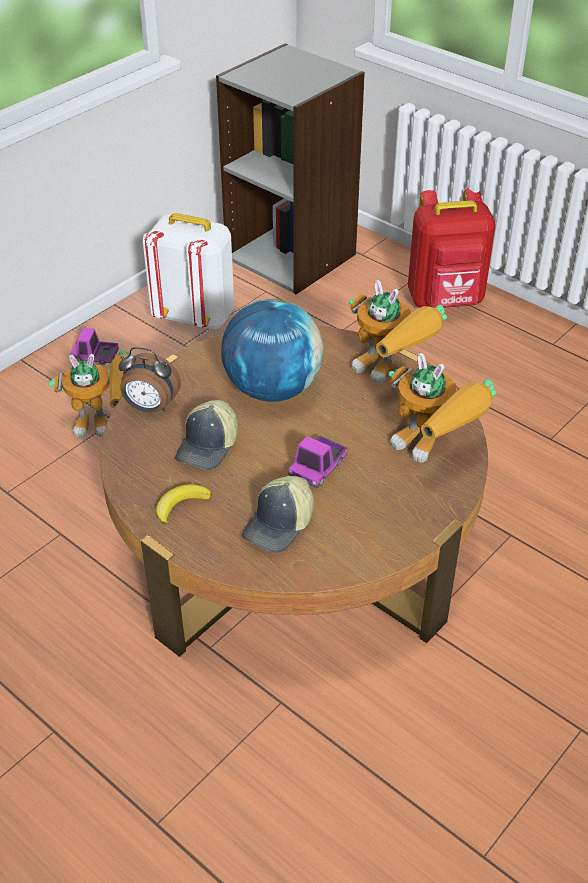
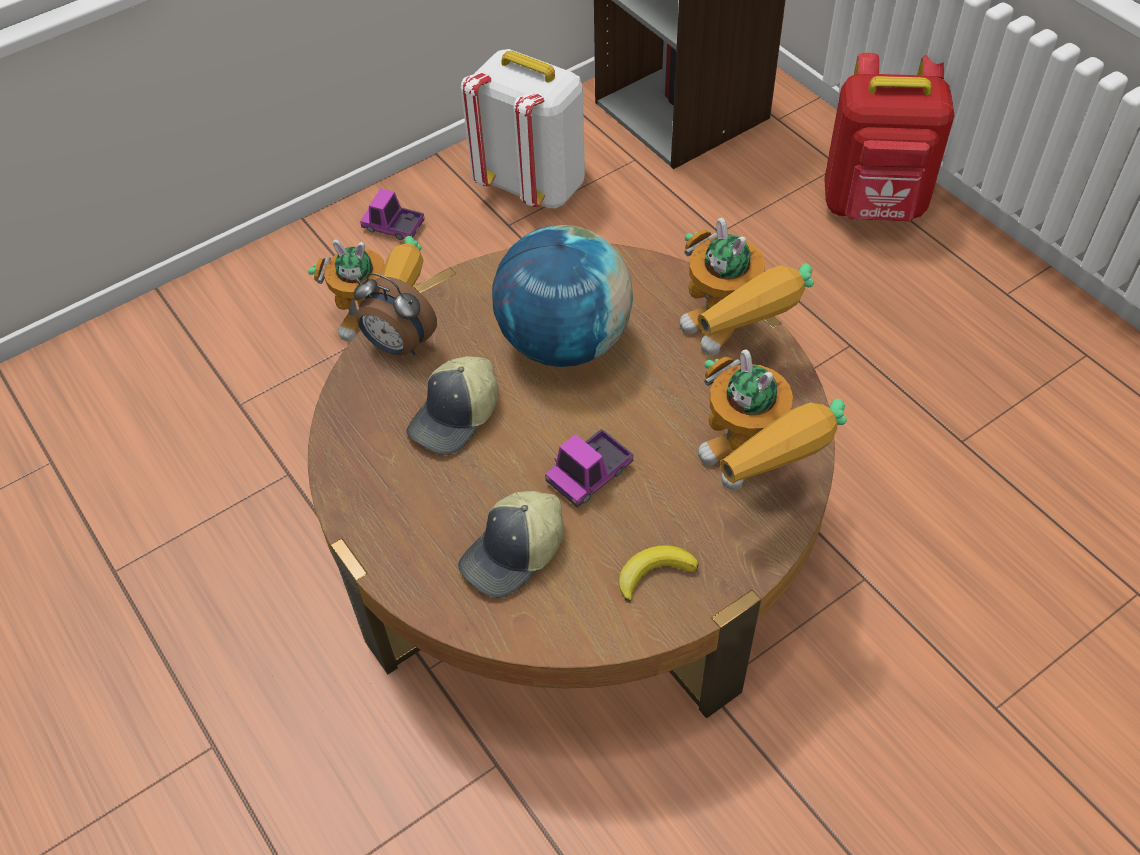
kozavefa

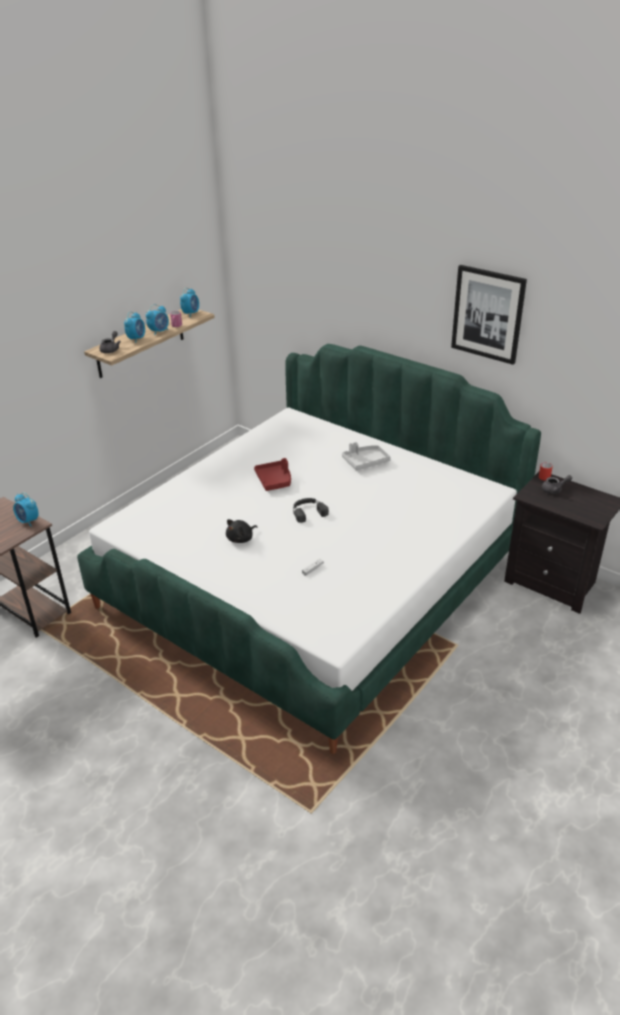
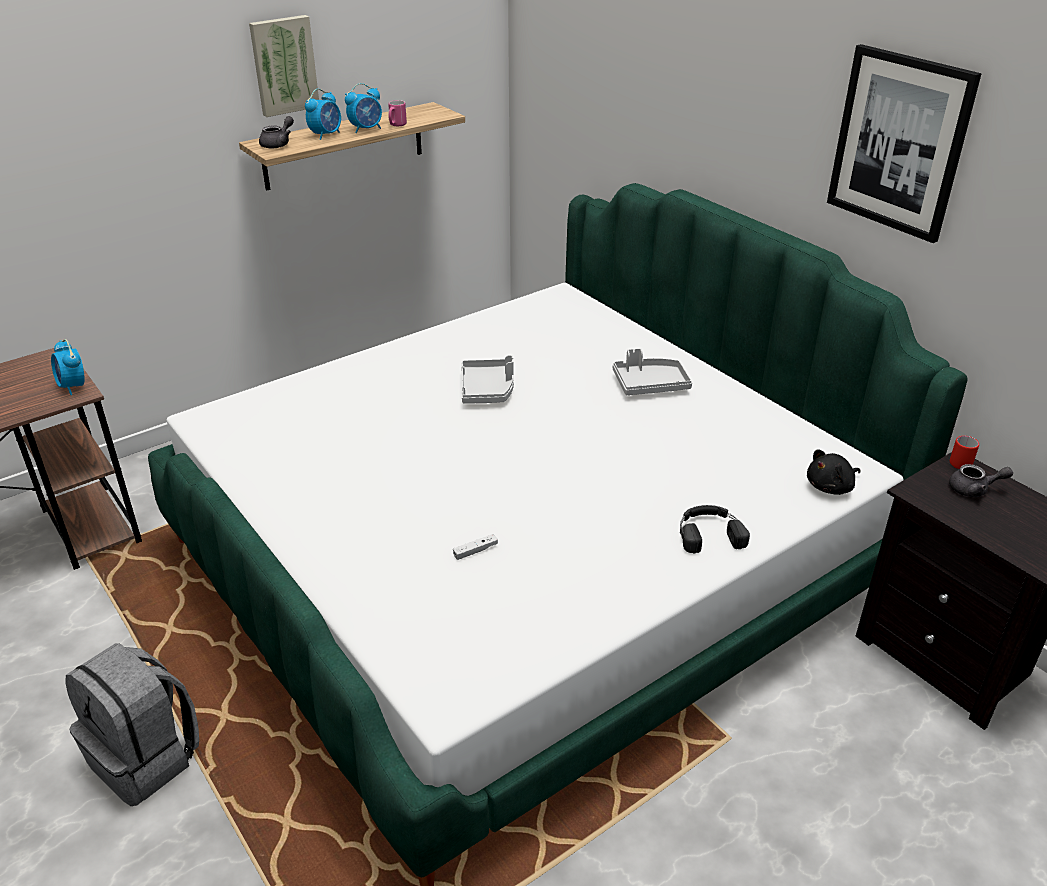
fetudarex (4th from left in the first image); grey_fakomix (1st from left); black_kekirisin; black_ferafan; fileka (1st from left); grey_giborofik

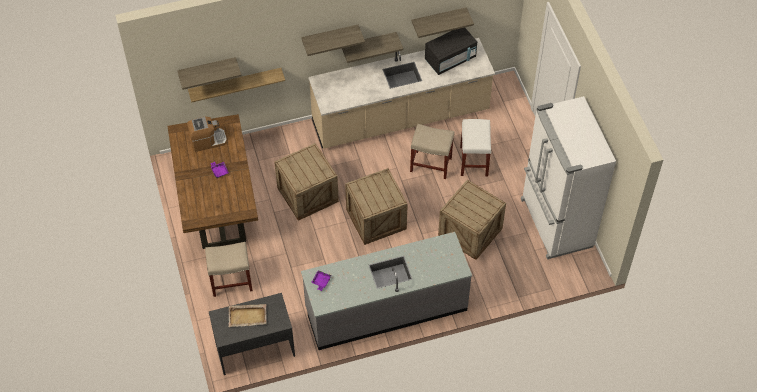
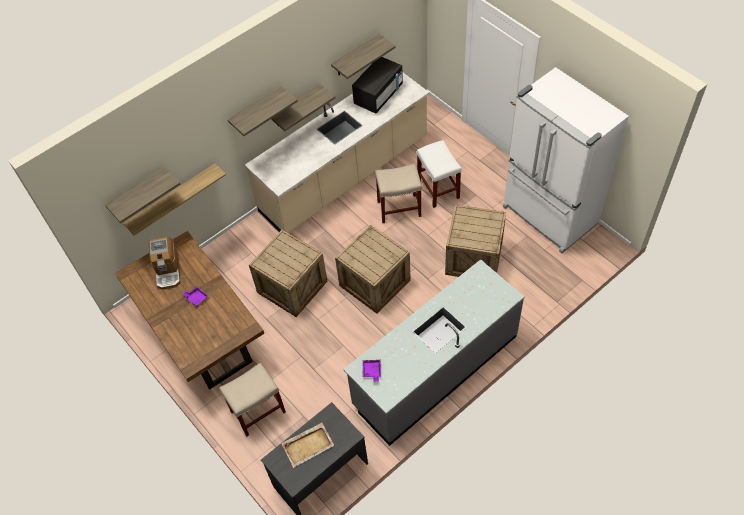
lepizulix

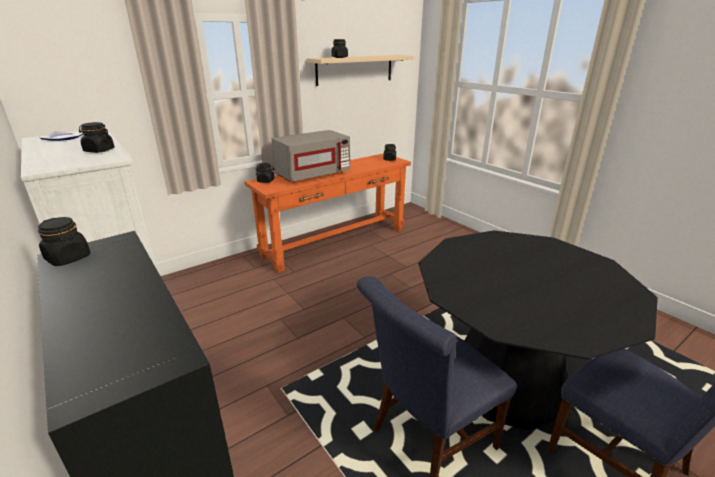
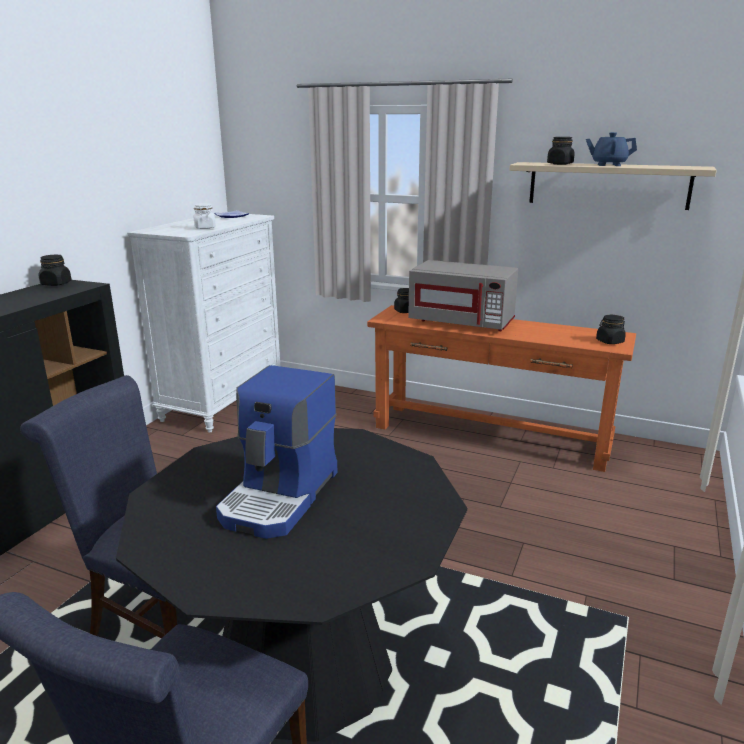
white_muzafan; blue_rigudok; lepizulix

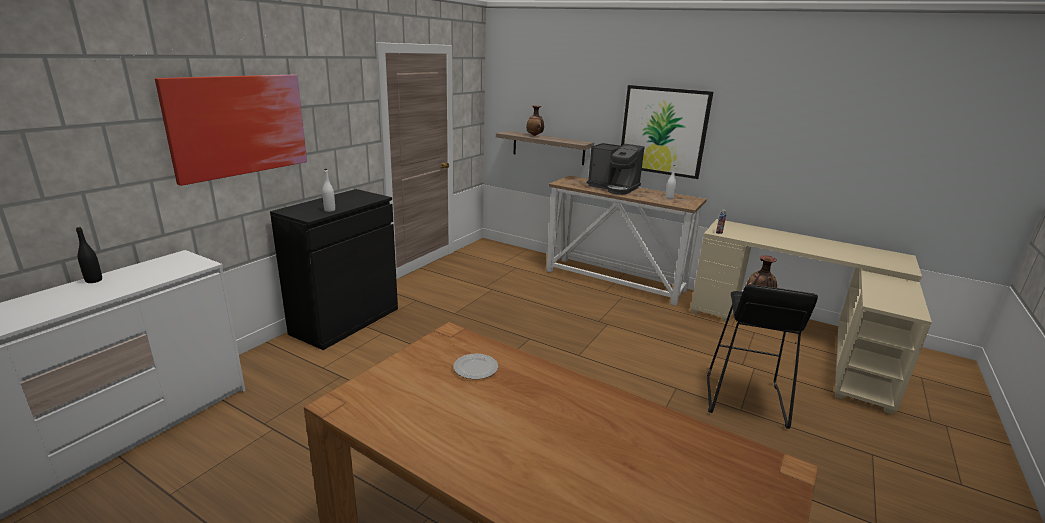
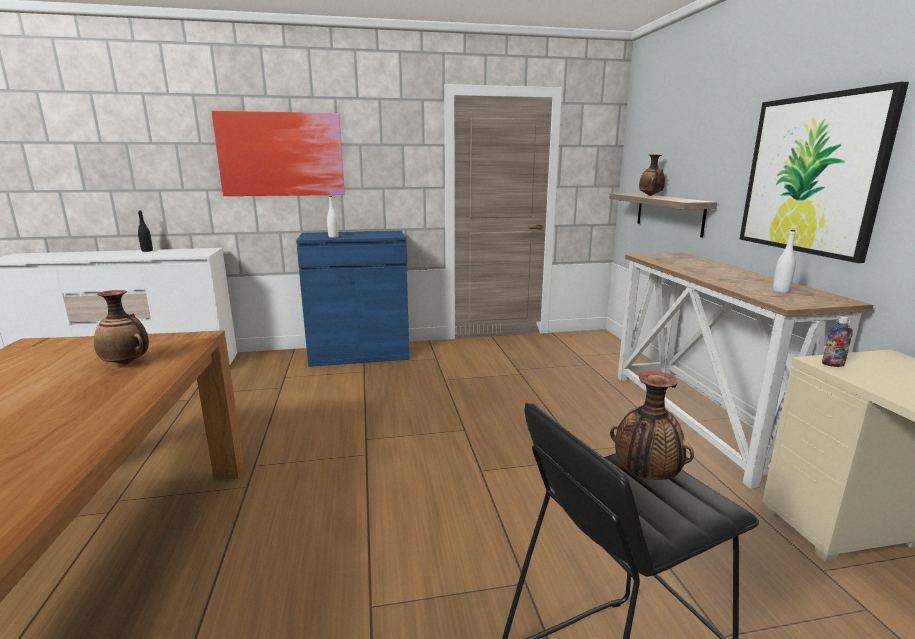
lepizulix; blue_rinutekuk; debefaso (1st from left)

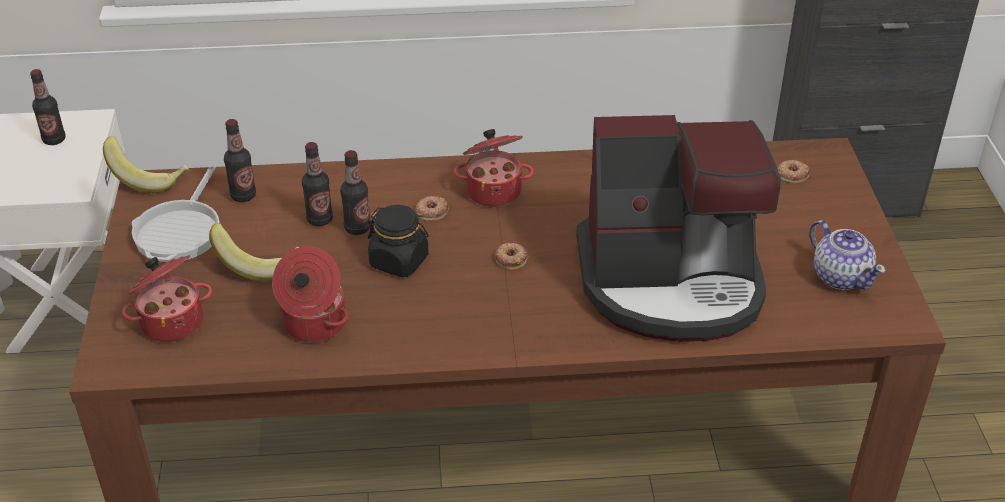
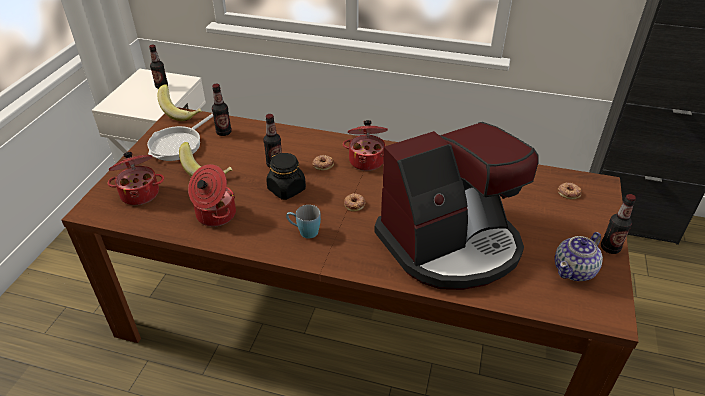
lepizulix; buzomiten (4th from left); rigudok; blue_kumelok

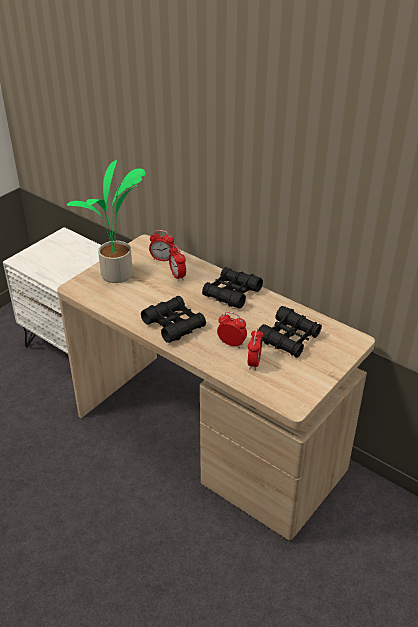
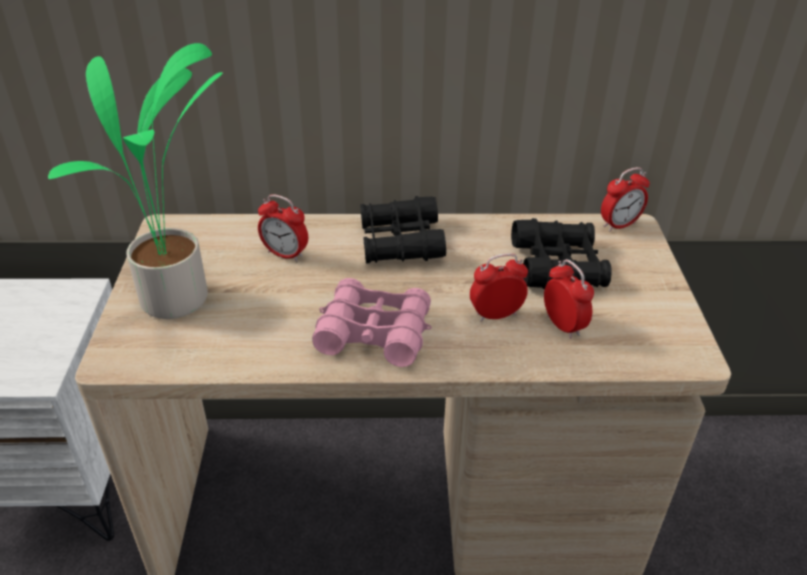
fetudarex (4th from left); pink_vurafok

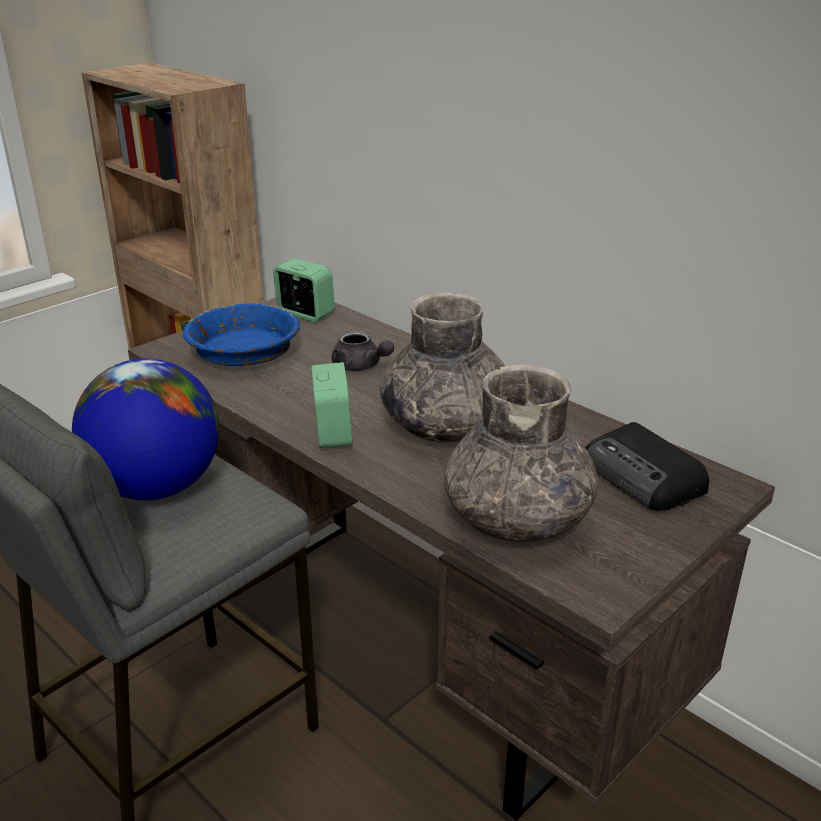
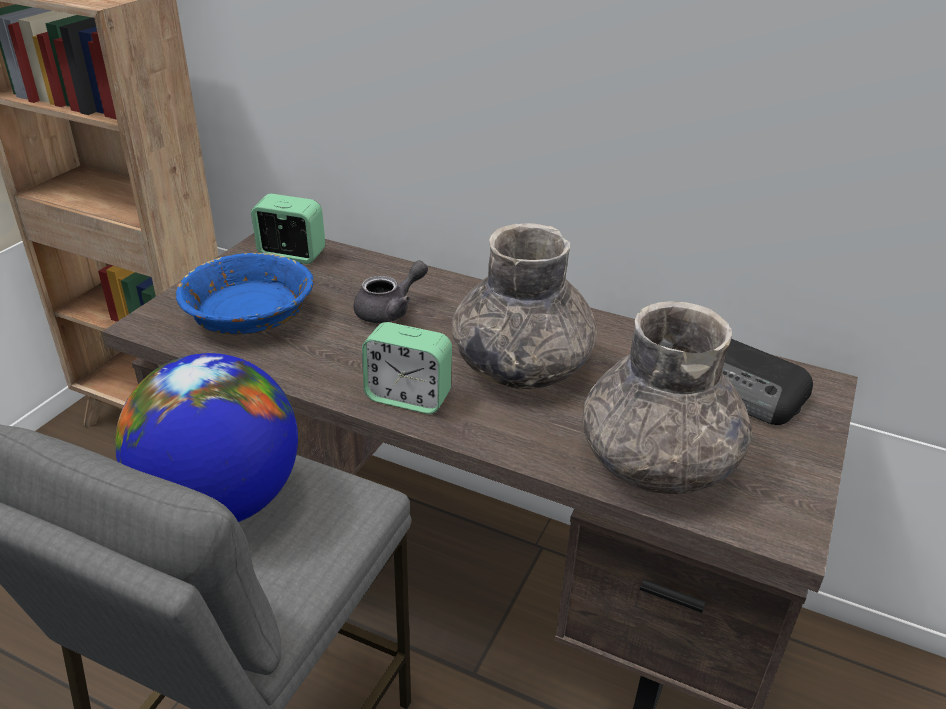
grey_rigudok; fetudarex (2nd from left)

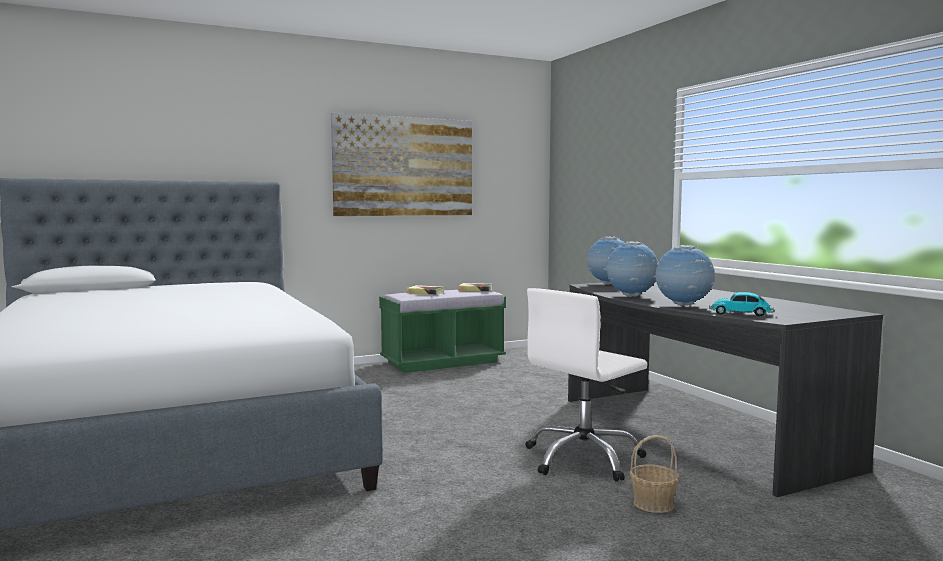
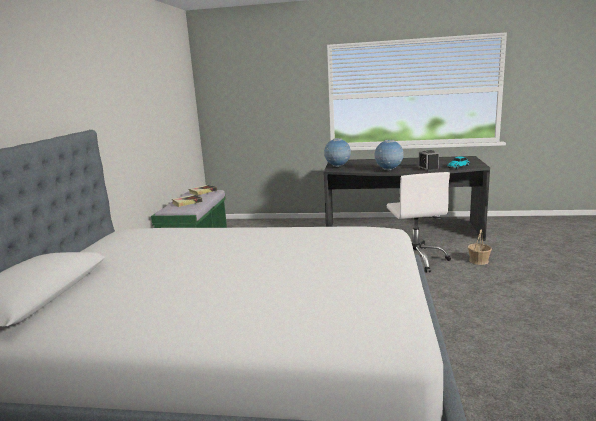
fileka; fetudarex

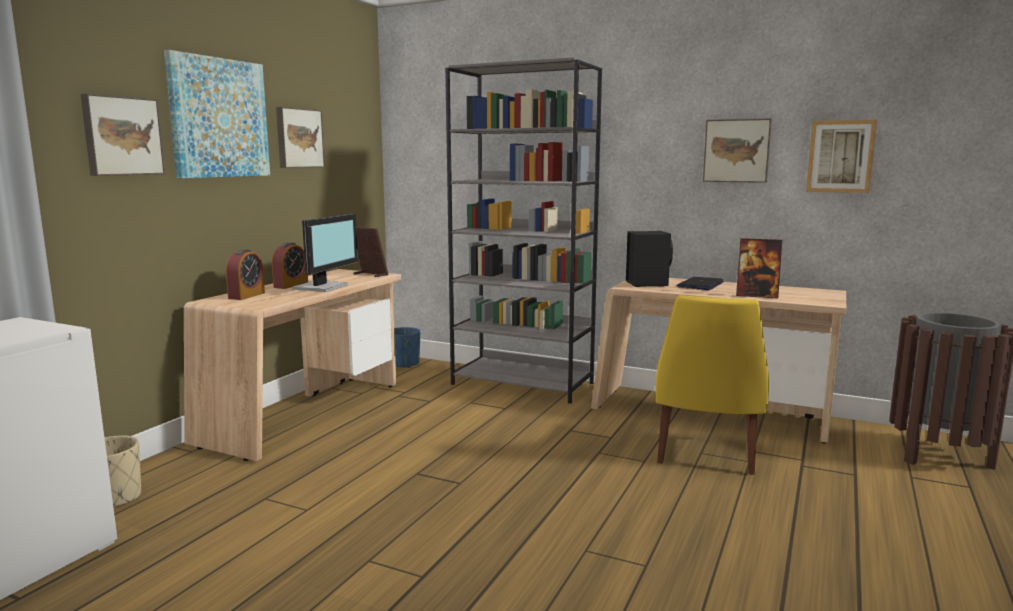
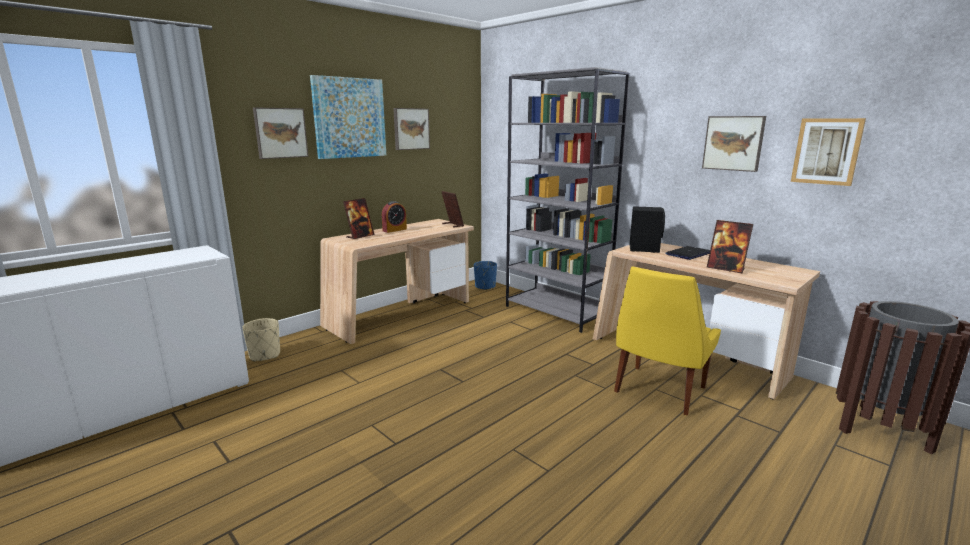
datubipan; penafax (1st from left)

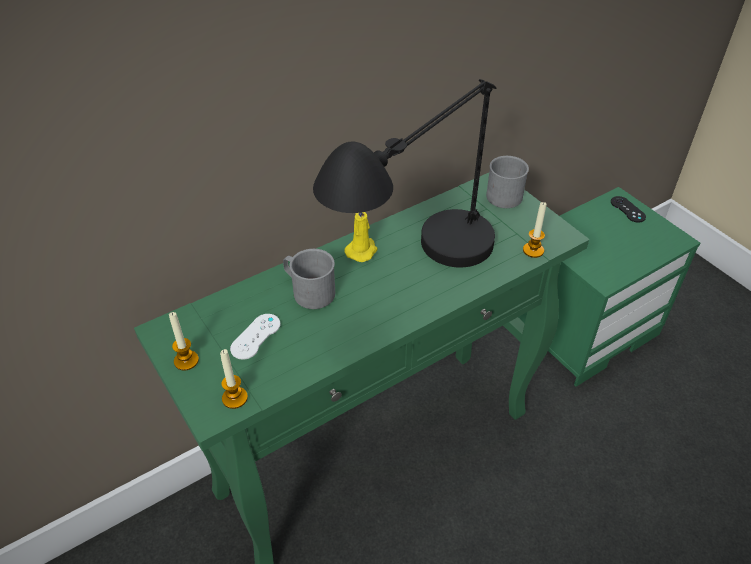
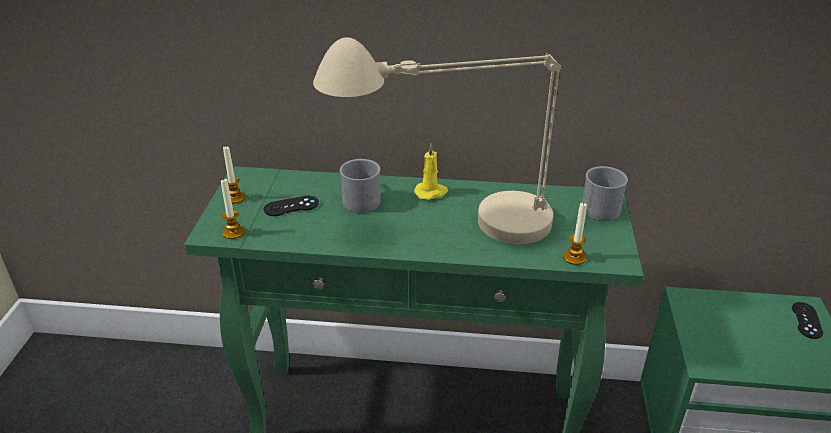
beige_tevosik; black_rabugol (1st from left)

